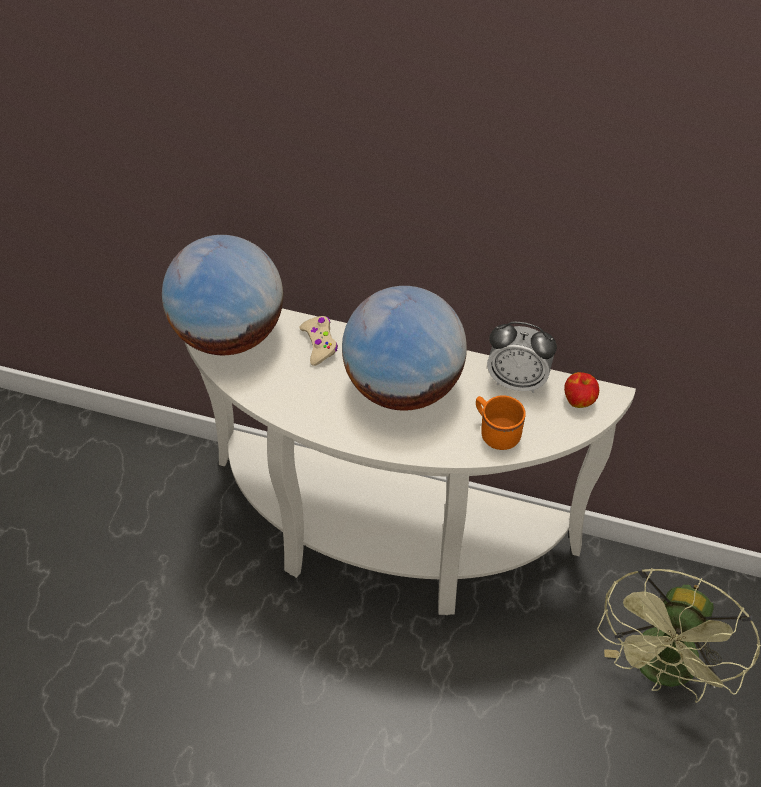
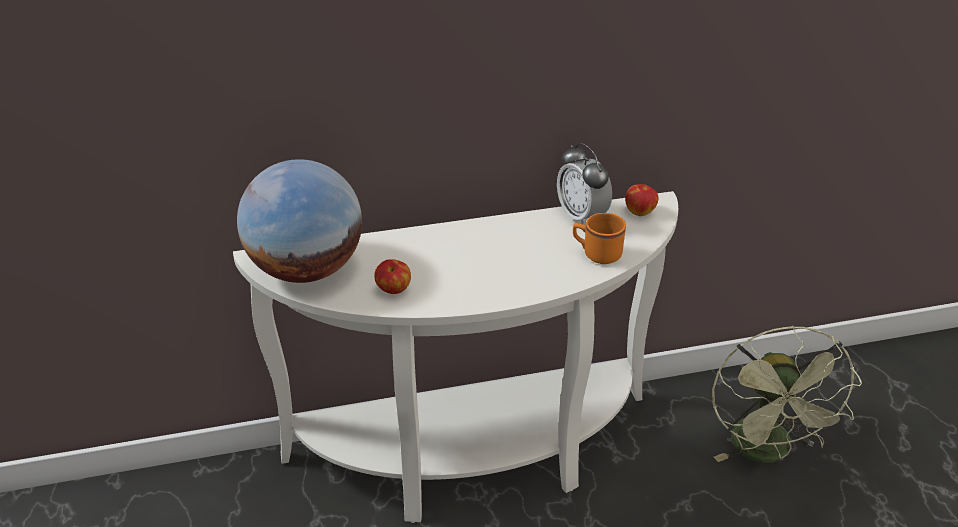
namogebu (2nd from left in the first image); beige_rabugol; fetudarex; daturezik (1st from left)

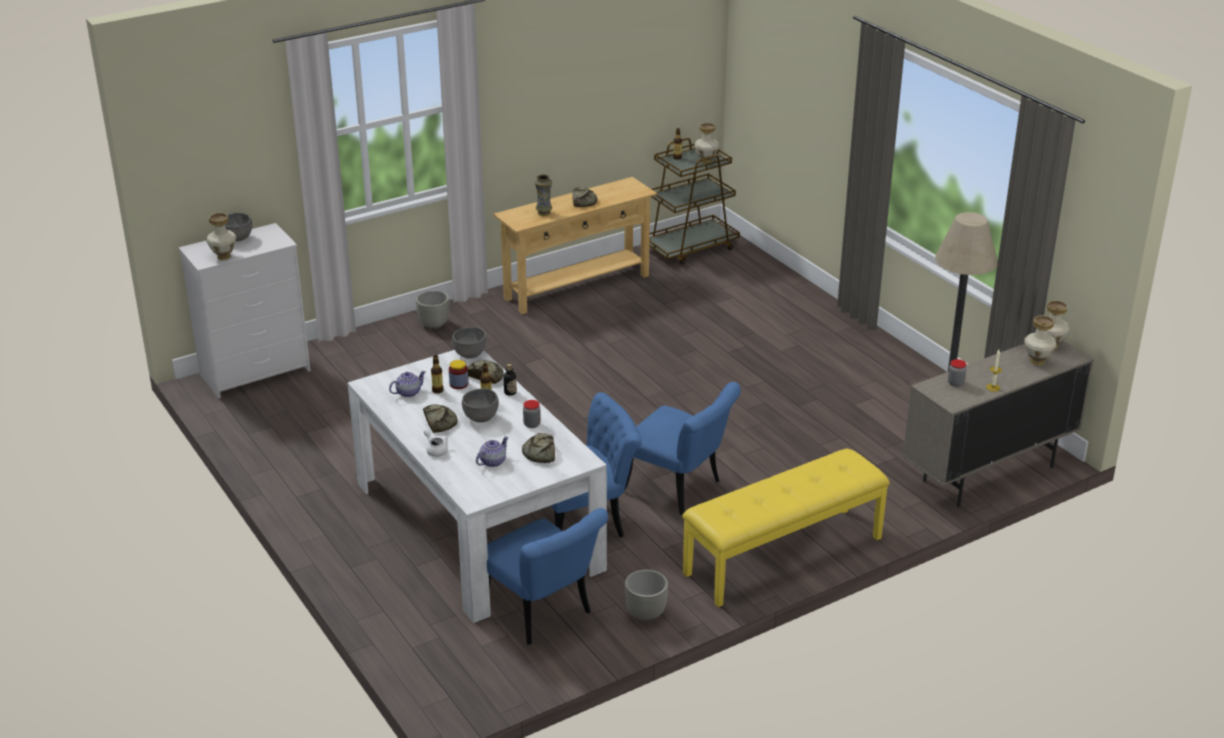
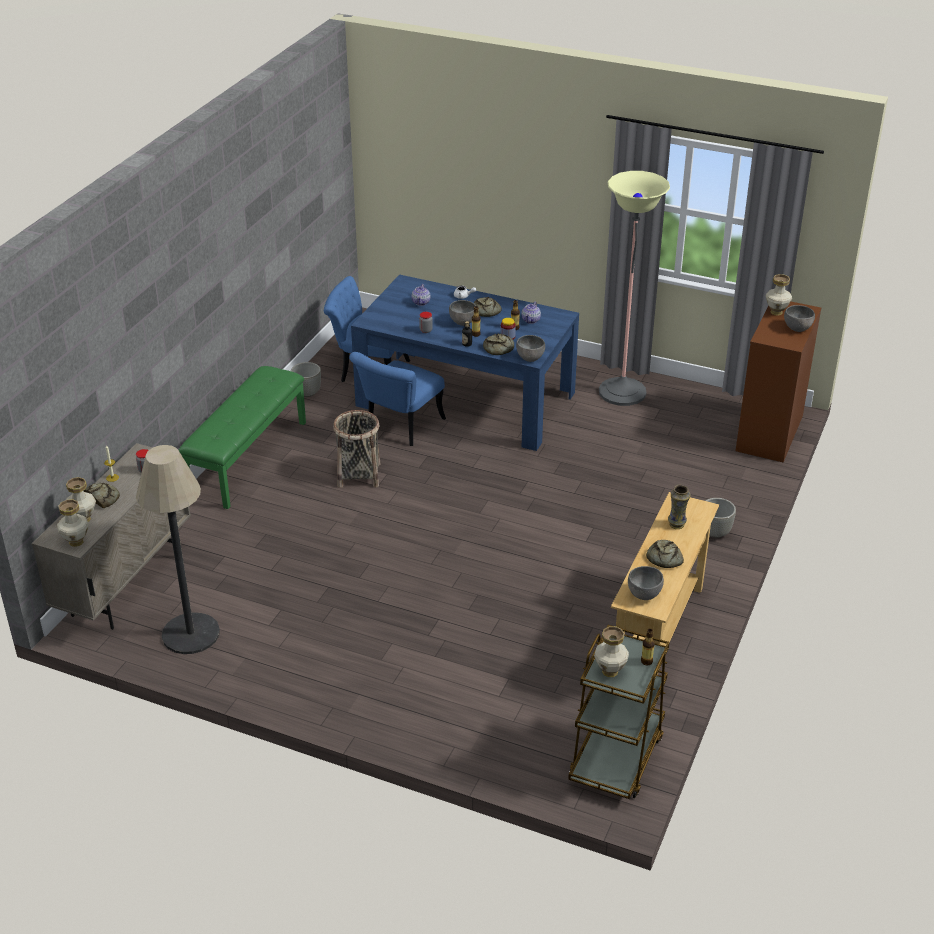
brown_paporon; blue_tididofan; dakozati; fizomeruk (1st from left); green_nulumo; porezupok (2nd from left); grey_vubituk (3rd from left)

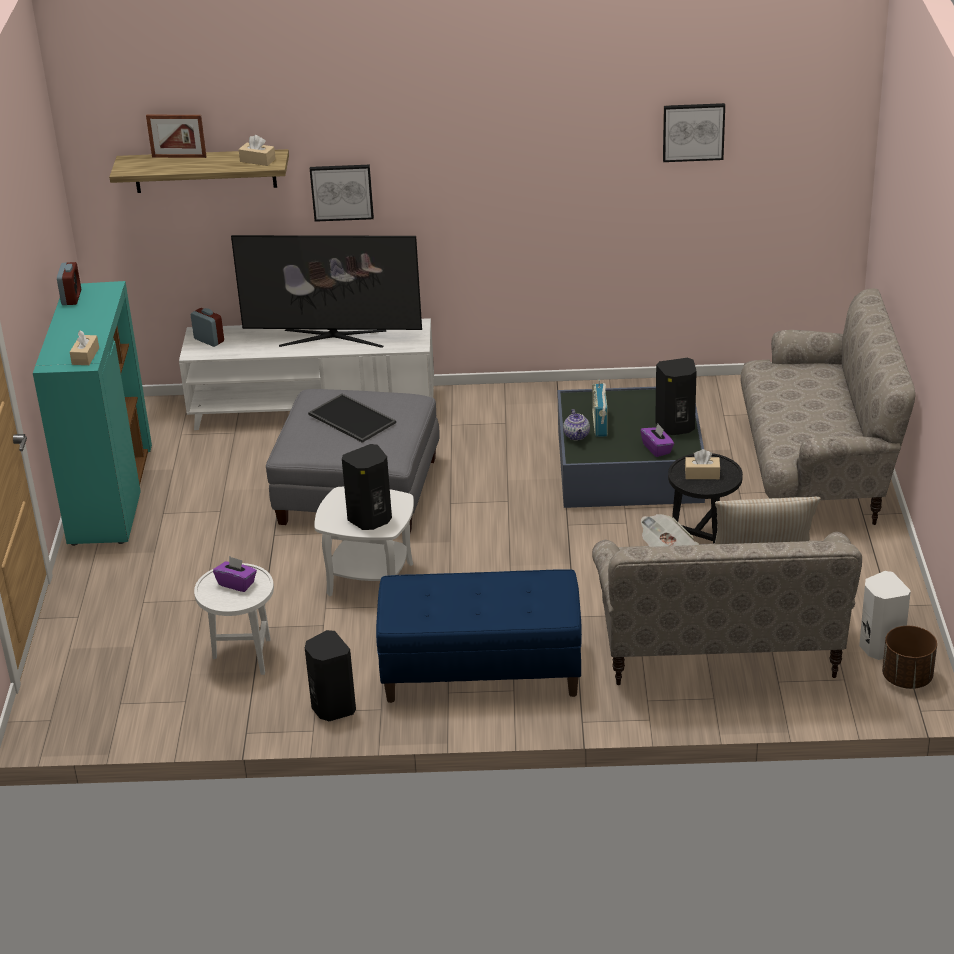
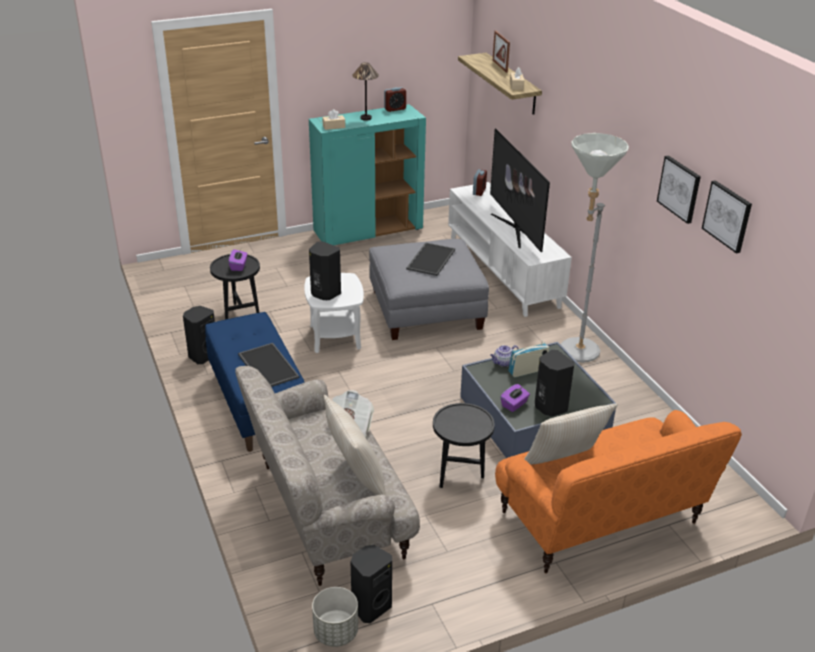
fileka (1st from left); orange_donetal; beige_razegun (3rd from left in the first image); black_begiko (1st from left); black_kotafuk (3rd from left); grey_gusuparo; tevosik; grey_porezupok; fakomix (1st from left); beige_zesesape (2nd from left)

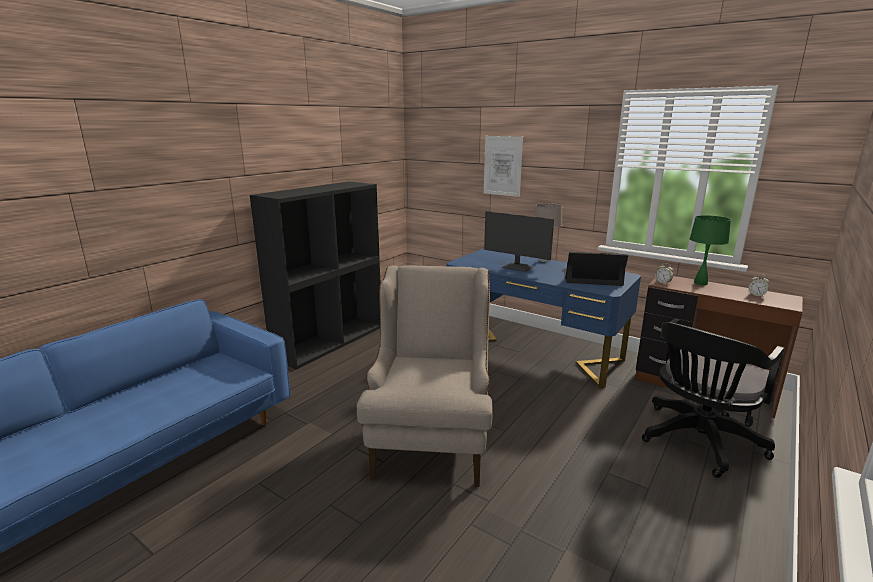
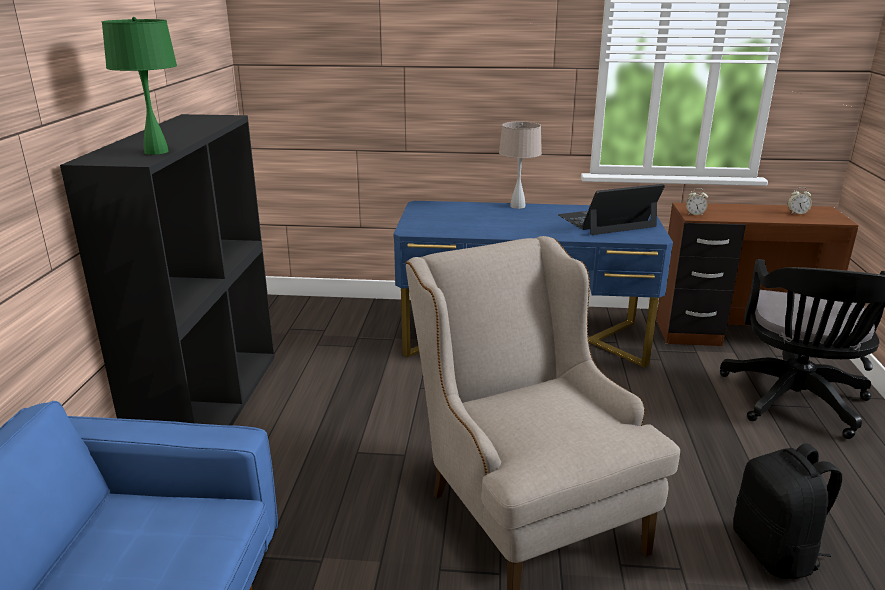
fileka; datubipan; green_tevosik; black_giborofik

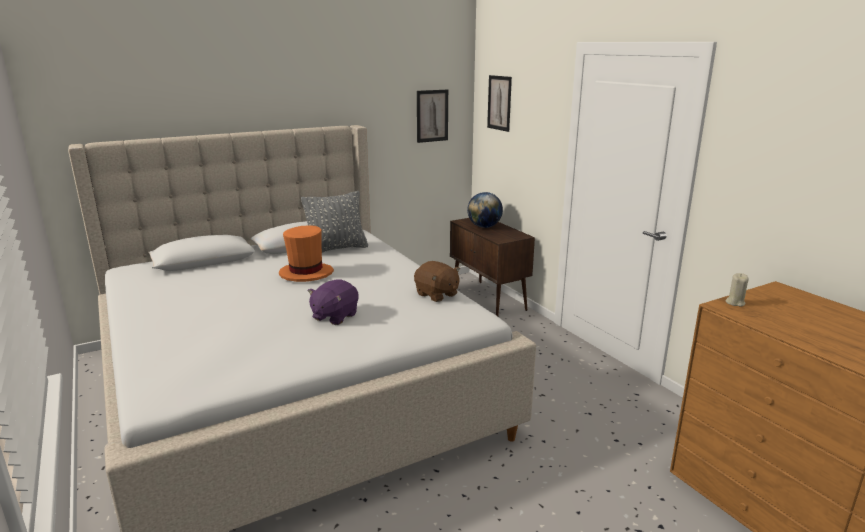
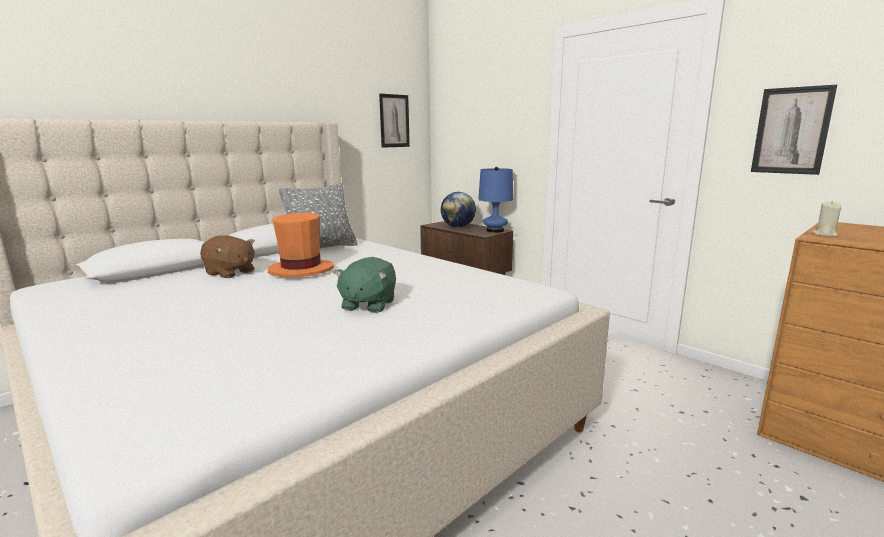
fileka (2nd from left); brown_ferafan; green_ferafan; blue_tevosik

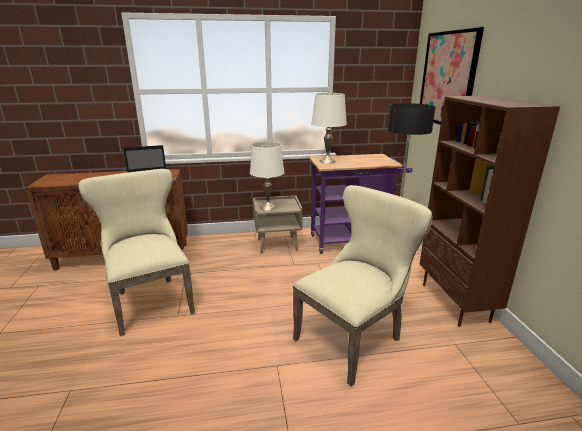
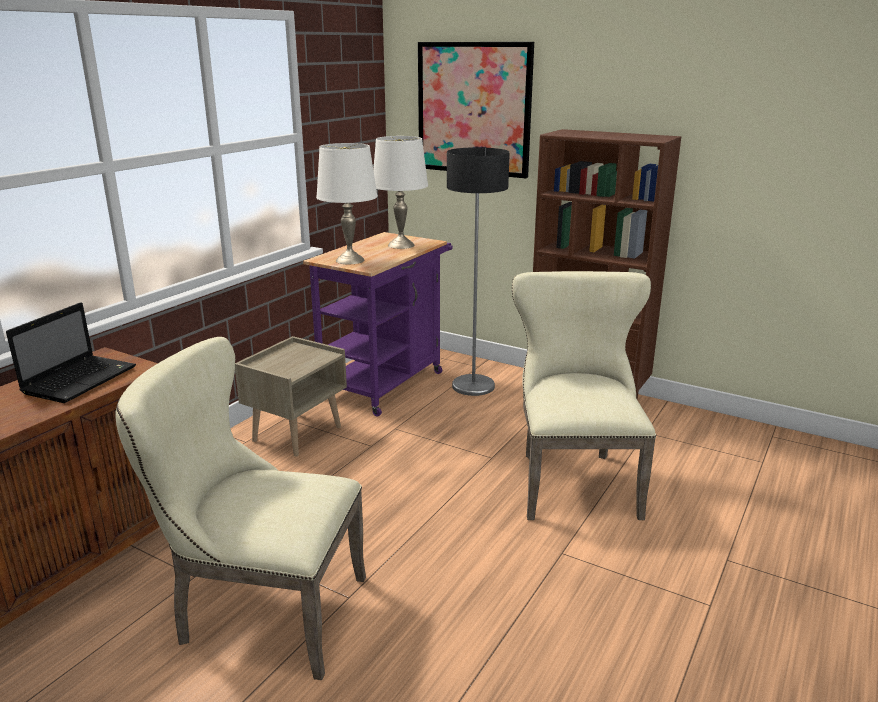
white_tevosik (2nd from left)

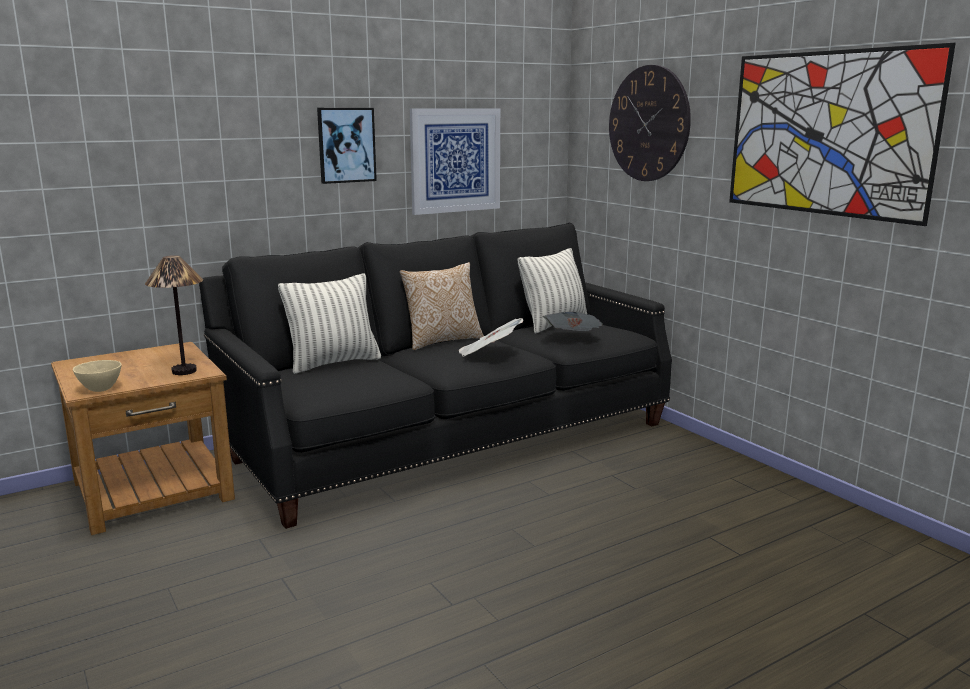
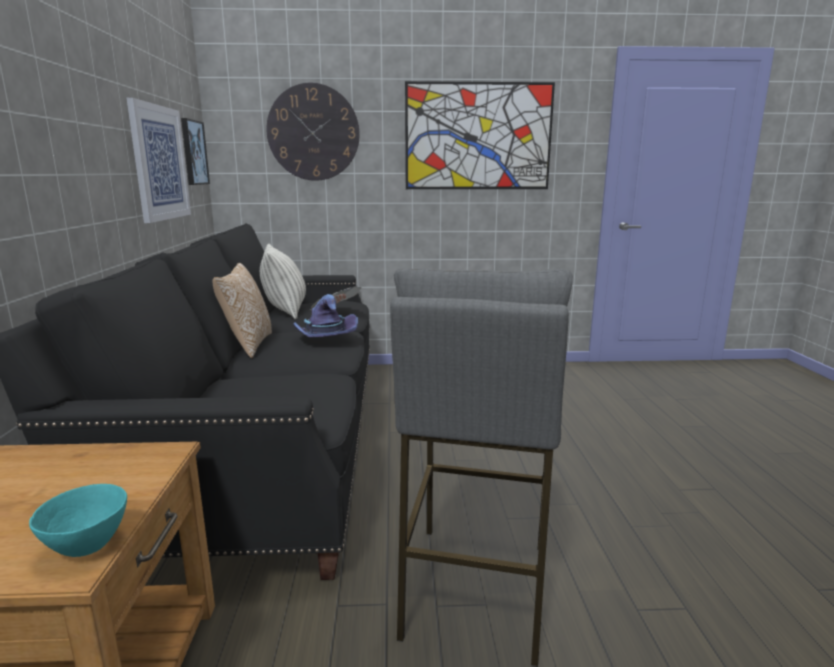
fileka (2nd from left); tevosik; zesesape (1st from left in the first image); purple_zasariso; turquoise_vubituk; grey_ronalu

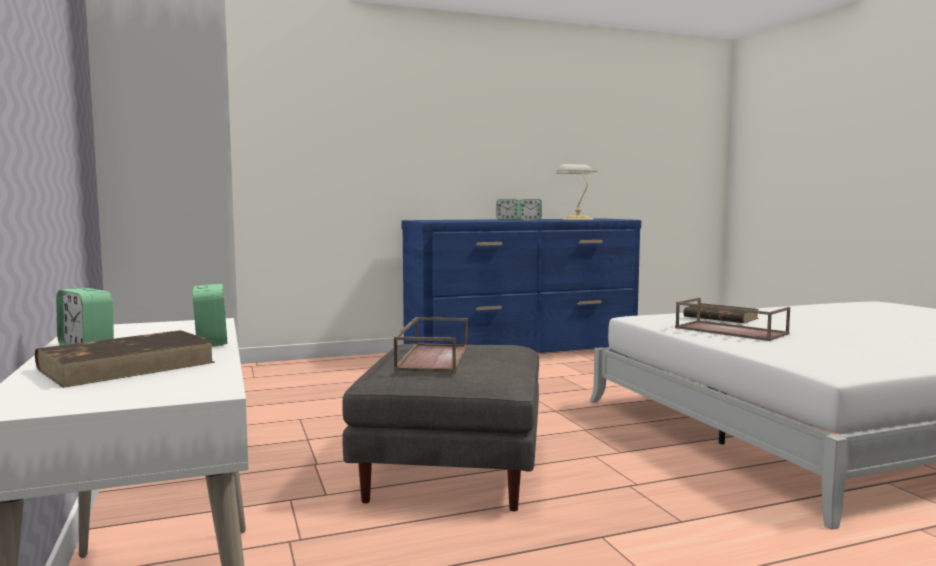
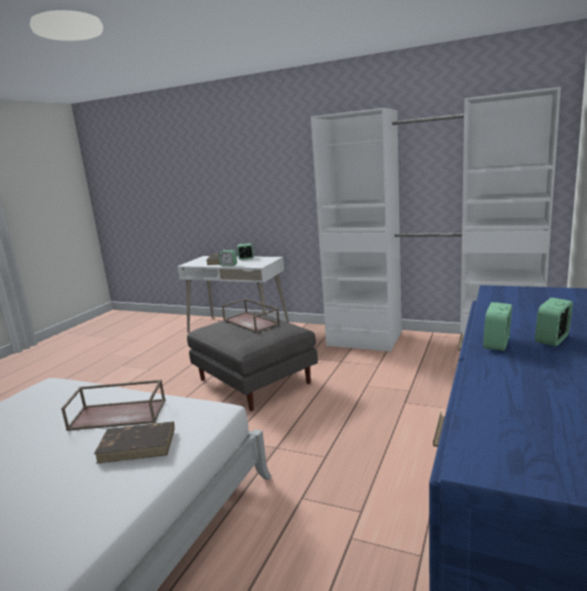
tevosik

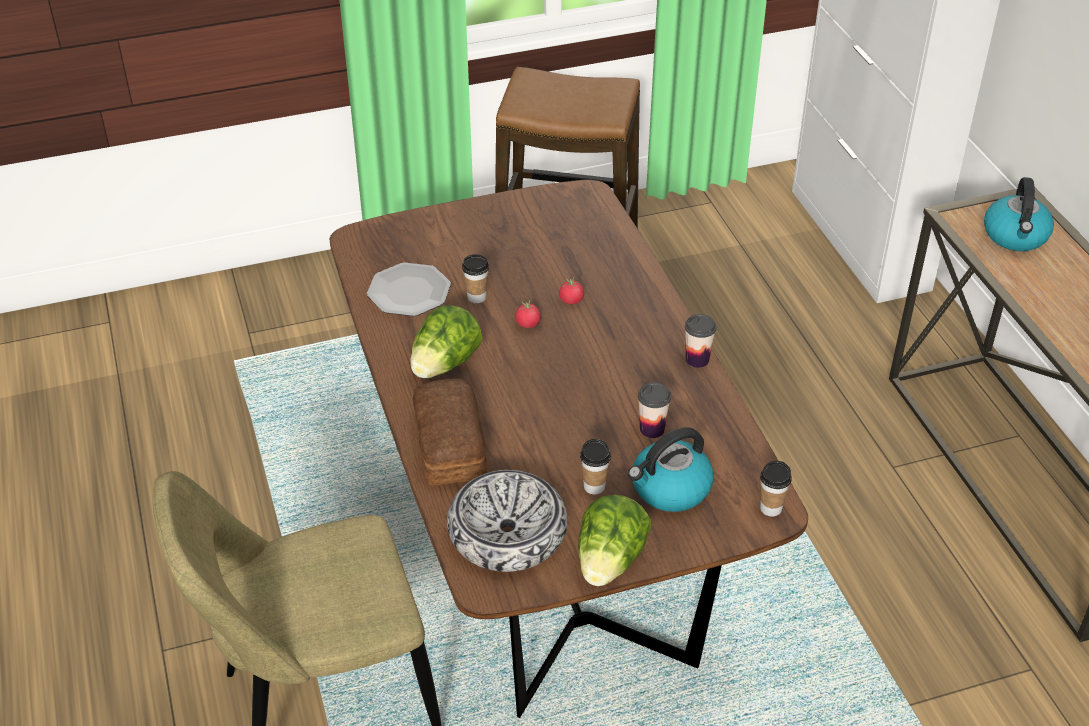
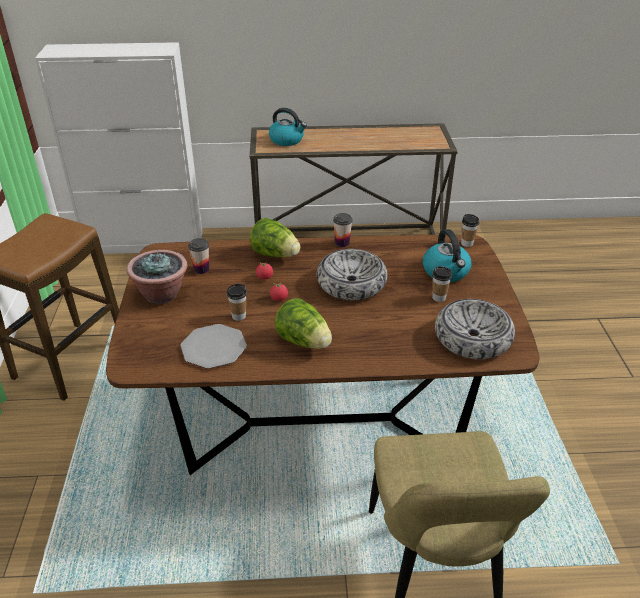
fizomeruk; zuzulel (1st from left); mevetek (1st from left); vubituk (1st from left); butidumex

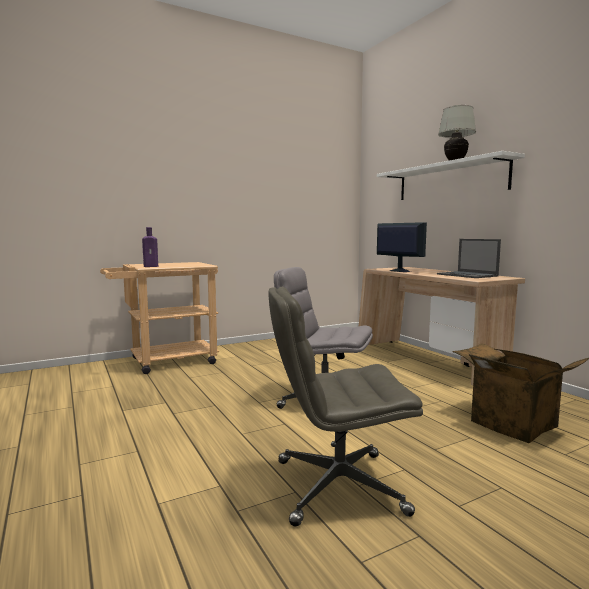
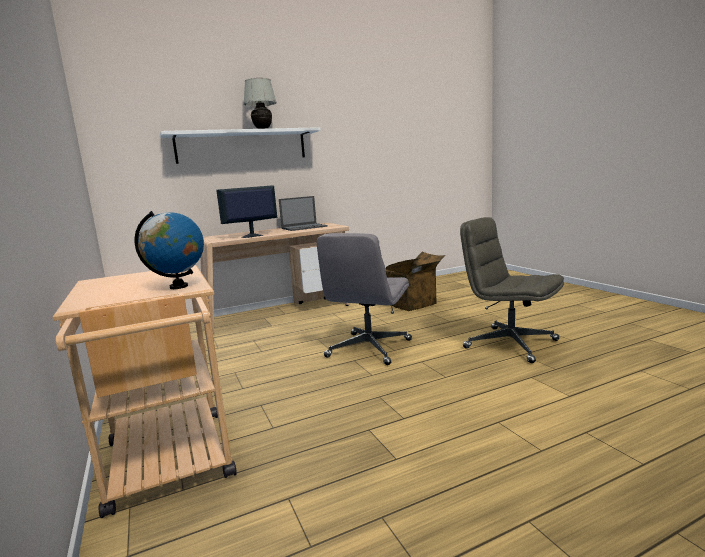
namogebu; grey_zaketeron (2nd from left)

